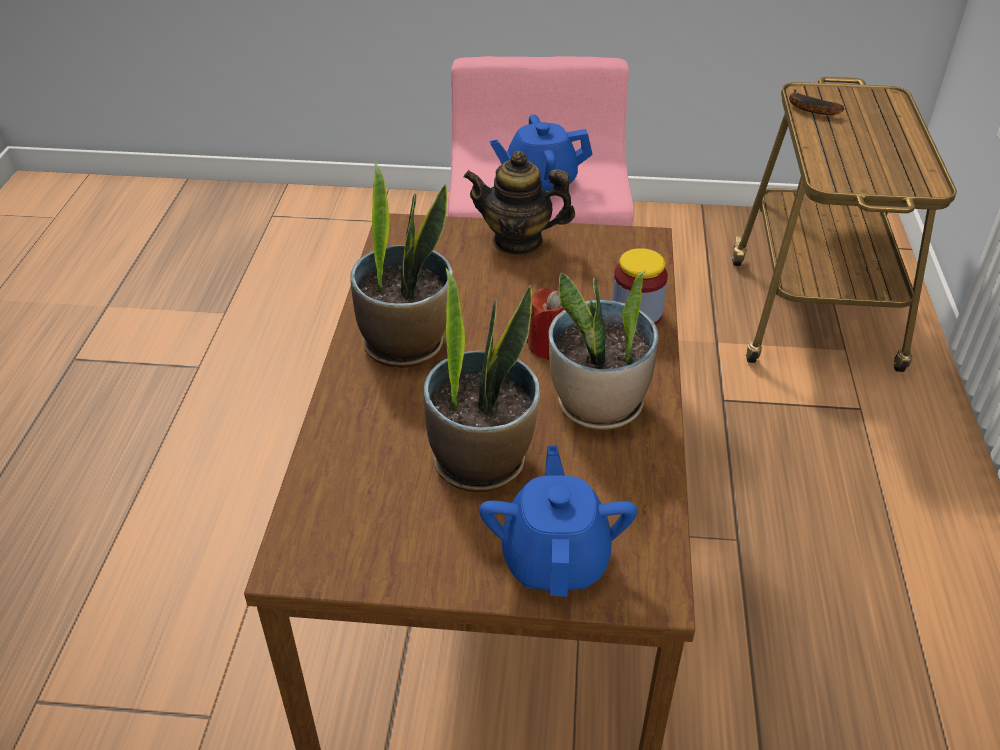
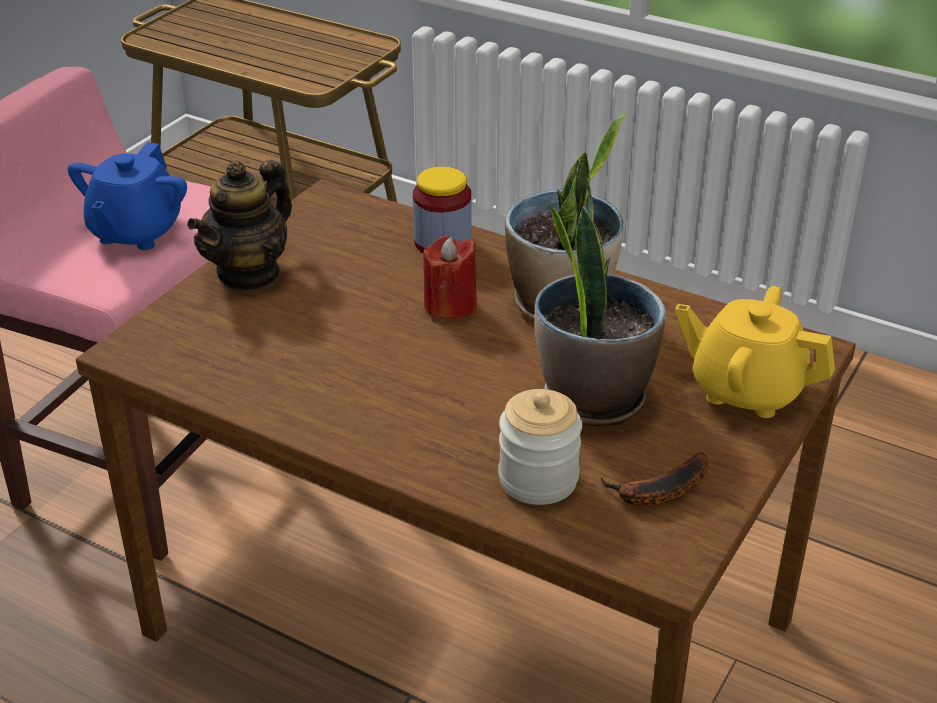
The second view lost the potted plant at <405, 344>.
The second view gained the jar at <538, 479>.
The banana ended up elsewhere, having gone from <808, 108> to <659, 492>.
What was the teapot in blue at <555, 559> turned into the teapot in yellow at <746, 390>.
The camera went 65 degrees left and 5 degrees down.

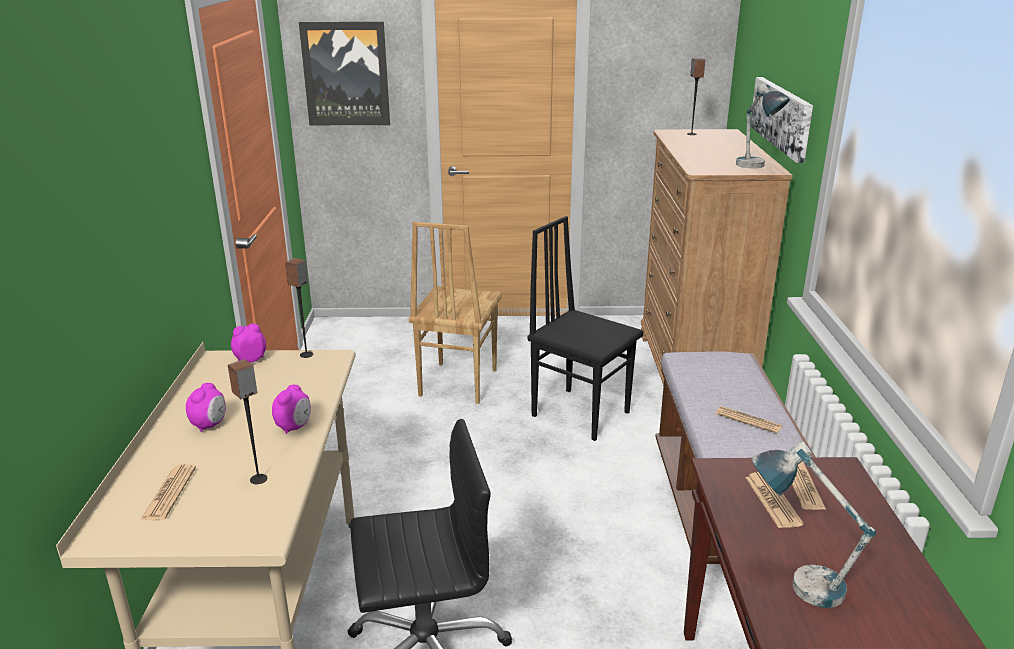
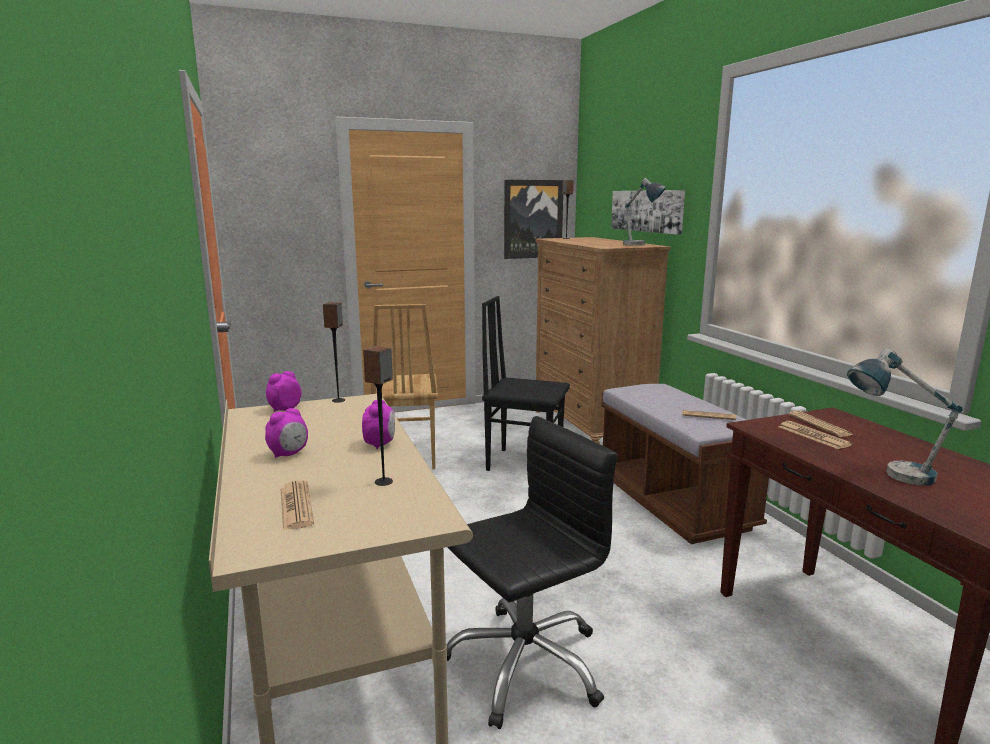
The picture ended up elsewhere, having gone from <346, 74> to <532, 219>.
The alarm clock at <210, 425> ended up facing another way, 45 degrees clockwise from before.
The camera went 20 degrees left and 10 degrees down.

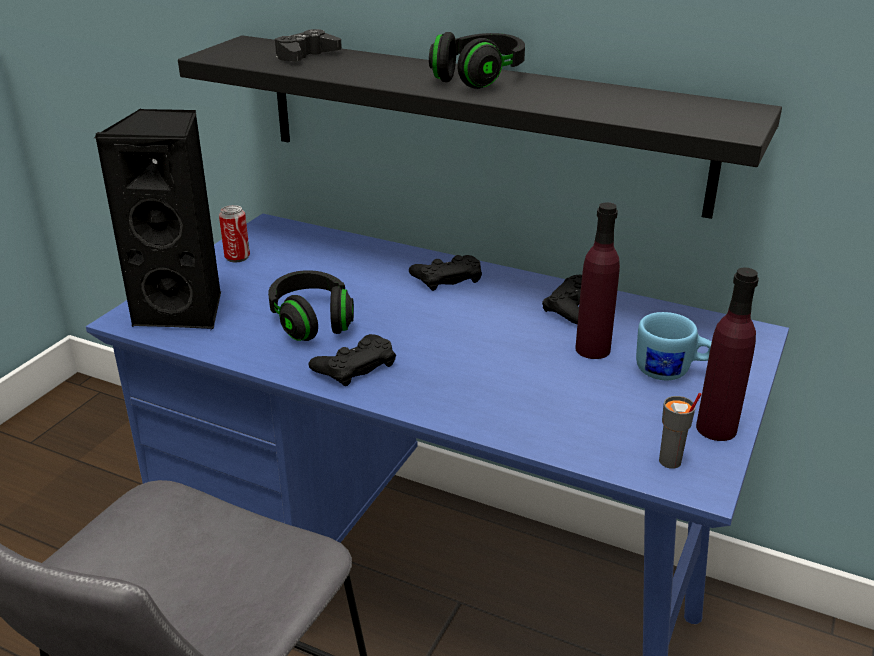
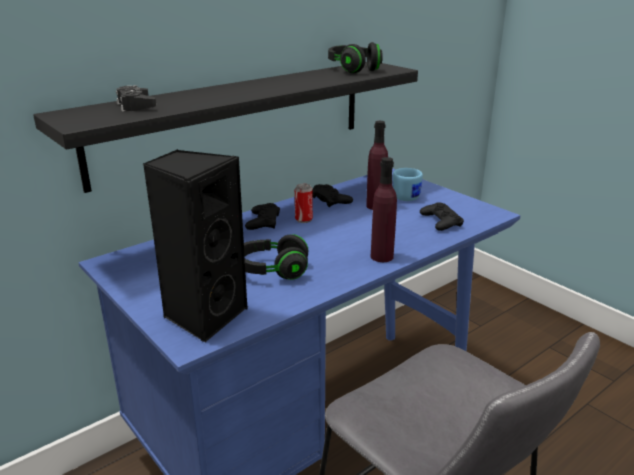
The second view lost the cup in grey at <670, 462>.
The can ended up elsewhere, having gone from <237, 257> to <303, 220>.
The game controller in black ended up elsewhere, having gone from <354, 366> to <441, 221>.
The headphones in black ended up elsewhere, having gone from <478, 78> to <353, 69>.
The bottle in purple ended up elsewhere, having gone from <716, 428> to <382, 256>.
The camera went 65 degrees left and 5 degrees down.

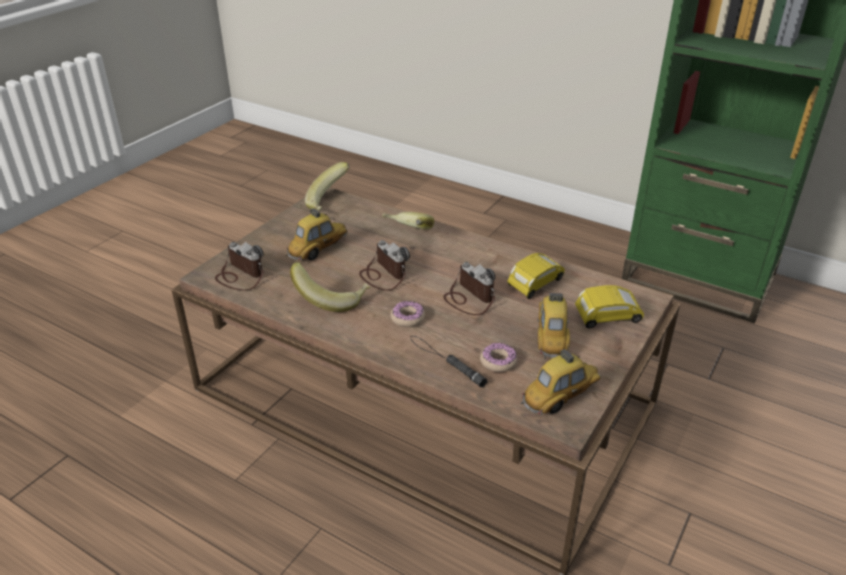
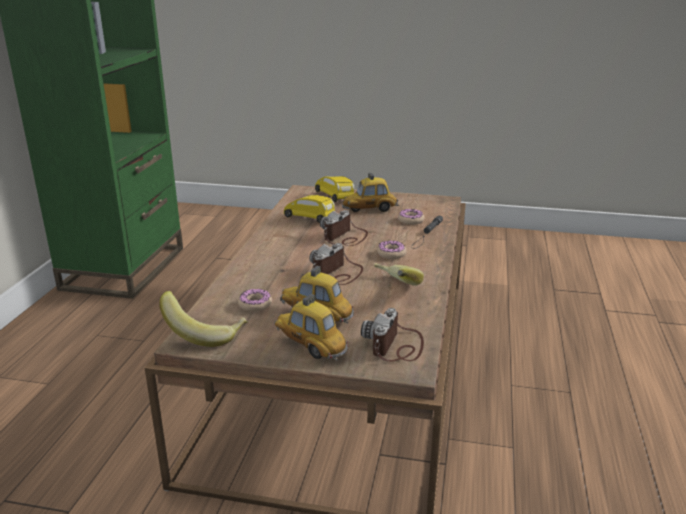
The second view lost the banana at <406, 234>.
The second view gained the donut at <255, 304>.
The toy car ended up elsewhere, having gone from <561, 397> to <309, 346>.
The camera went 110 degrees left and 10 degrees down.

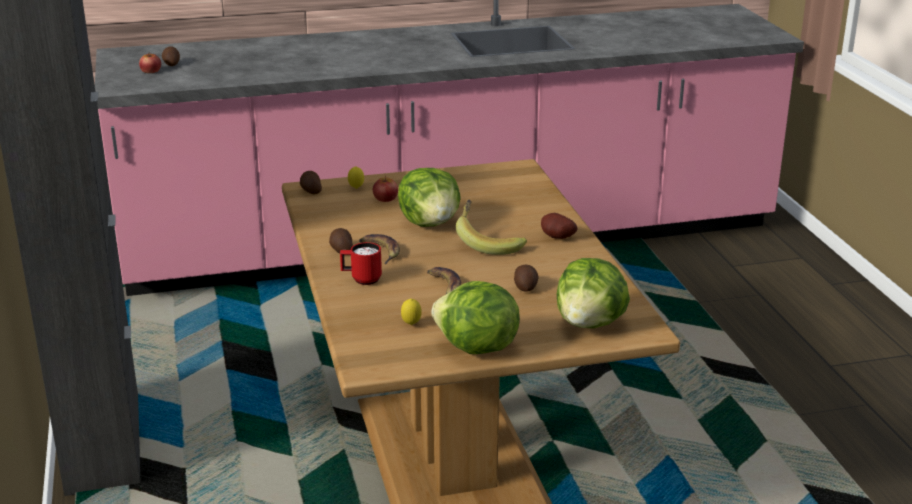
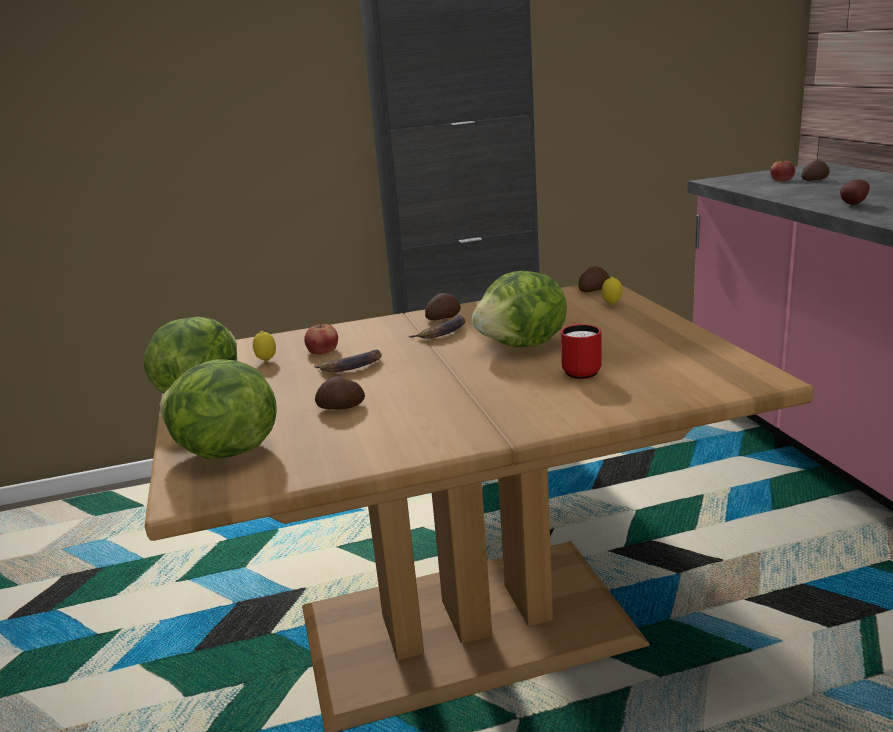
The second view lost the banana at <488, 243>.
The mug in red ended up elsewhere, having gone from <361, 279> to <580, 370>.
The apple ended up elsewhere, having gone from <385, 198> to <323, 350>.
The potato ended up elsewhere, having gone from <556, 238> to <852, 205>.
The camera went 90 degrees right and 5 degrees down.

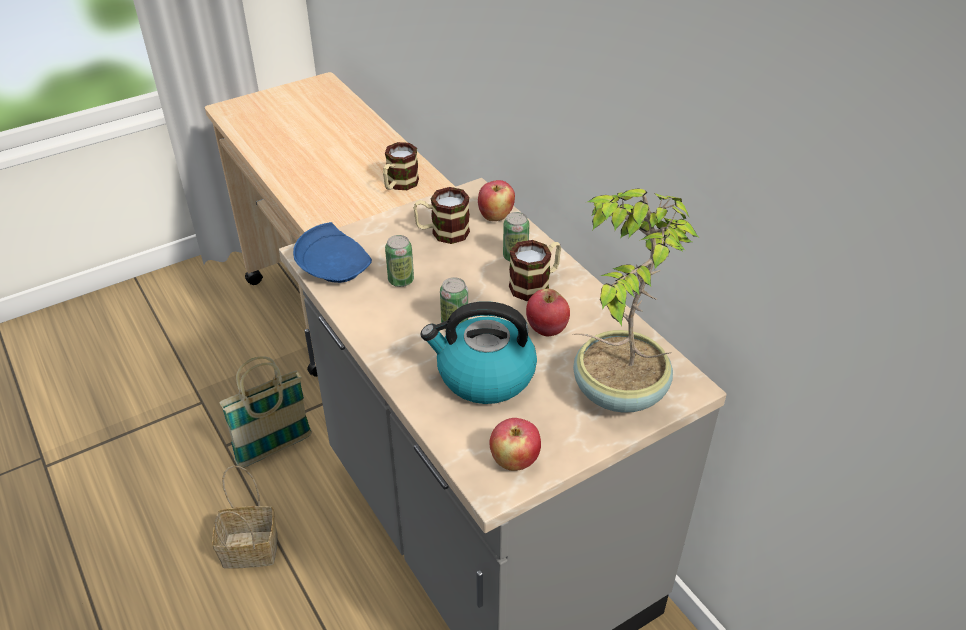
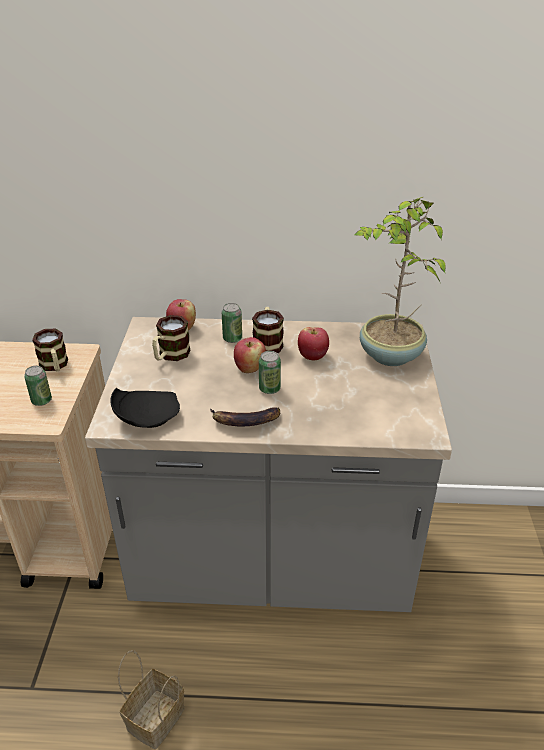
The second view lost the basket at <274, 449>.
The second view lost the kettle at <484, 375>.
The second view gained the banana at <244, 421>.
The can ended up elsewhere, having gone from <401, 280> to <41, 401>.
The apple ended up elsewhere, having gone from <514, 460> to <249, 368>.
What was the plate in blue at <335, 267> turned into the plate in black at <146, 417>.
The camera went 55 degrees left and 5 degrees down.

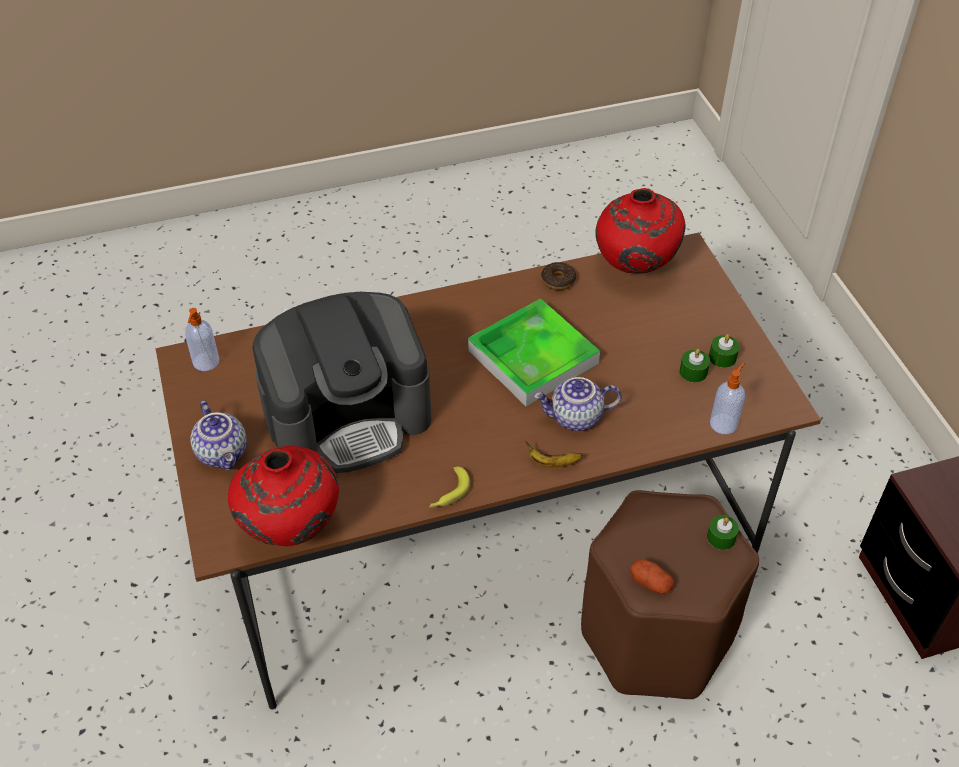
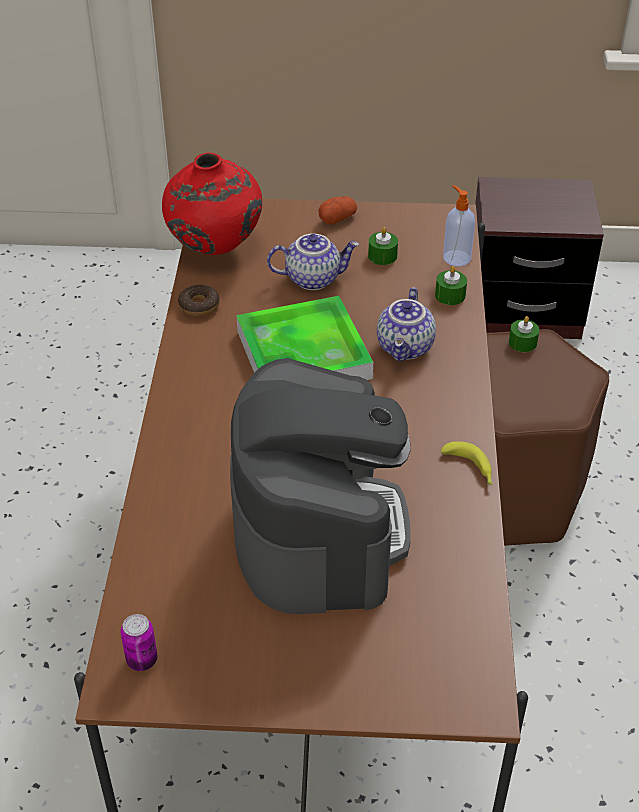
The second view lost the vase in red at <290, 529>.
The second view lost the banana at <552, 463>.
The teapot ended up elsewhere, having gone from <223, 453> to <313, 278>.
The potato ended up elsewhere, having gone from <651, 582> to <337, 218>.
The candle in green ended up elsewhere, having gone from <722, 357> to <450, 295>.
Where the soap dispenser stood at <205, 362>, the can came to stand at <142, 660>.
The camera went 70 degrees left and 5 degrees down.

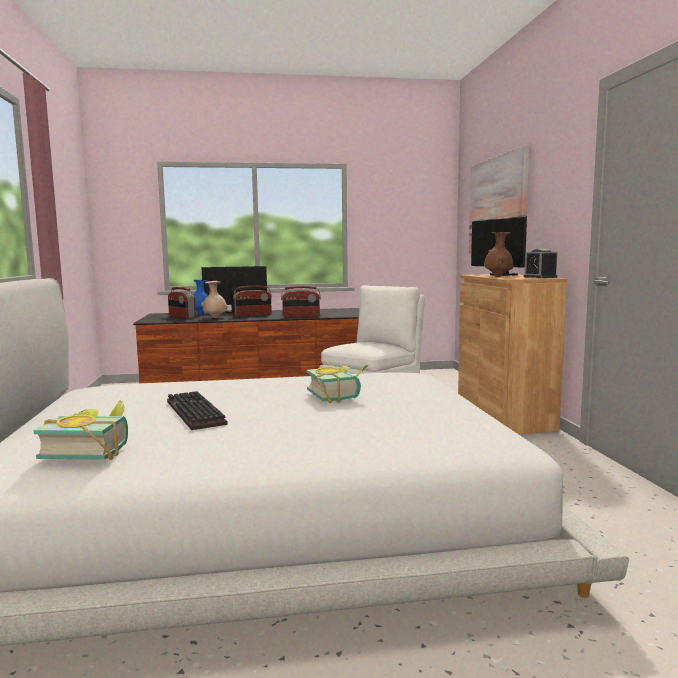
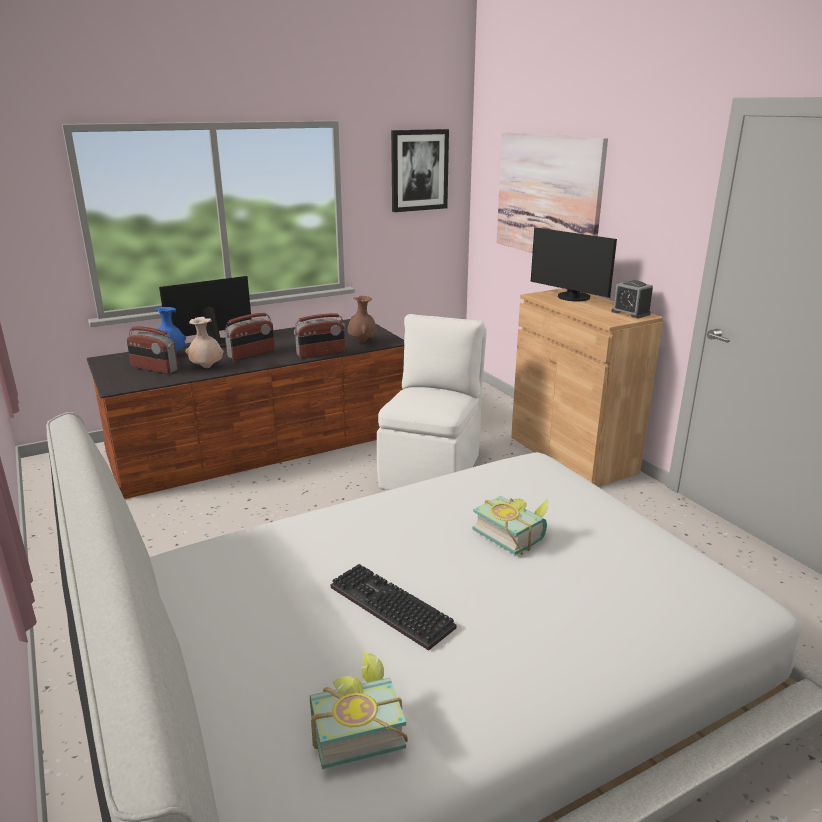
The second view gained the picture at <419, 170>.
The vase in brown ended up elsewhere, having gone from <498, 276> to <362, 342>.
The camera went 20 degrees left and 15 degrees up.

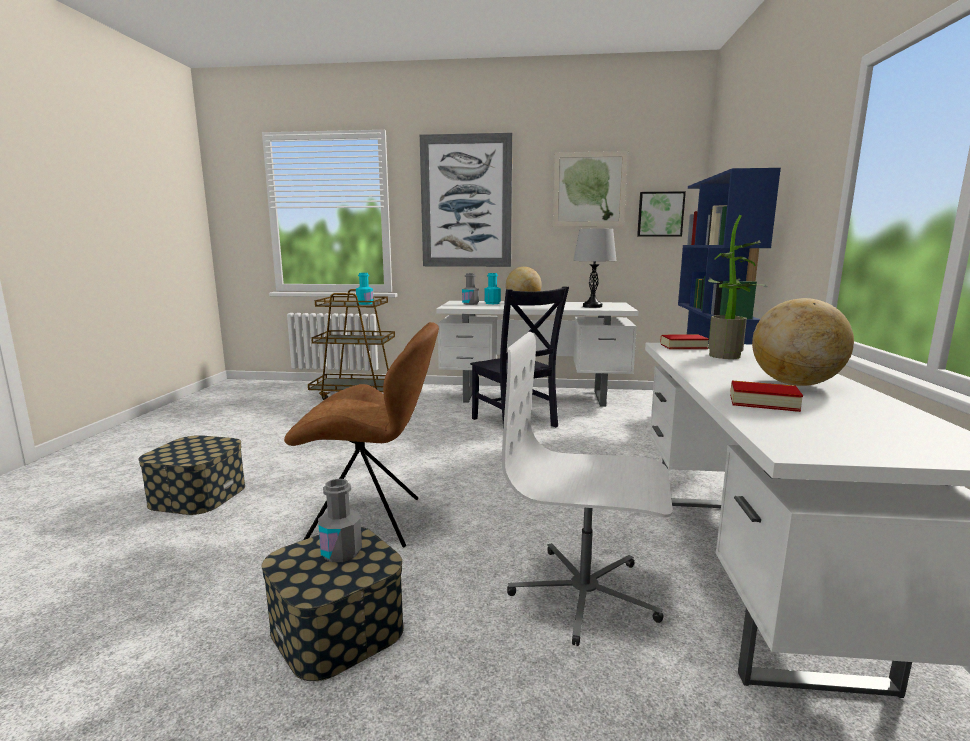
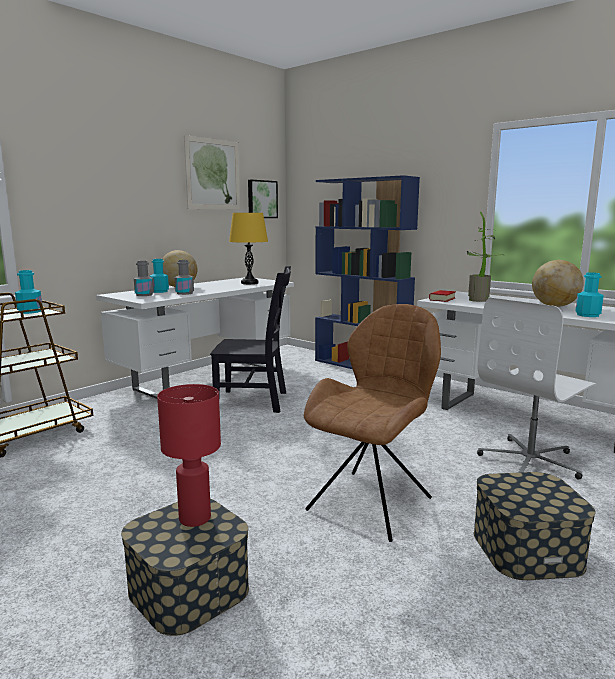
The second view lost the picture at <466, 202>.
The second view gained the table lamp in red at <194, 518>.
The bottle in grey ended up elsewhere, having gone from <341, 552> to <184, 293>.
Where the book stood at <763, 402>, the bottle in turquoise came to stand at <587, 315>.
What was the table lamp in grey at <592, 306> turned into the table lamp in yellow at <249, 283>.
The camera went 55 degrees left and 0 degrees up.

